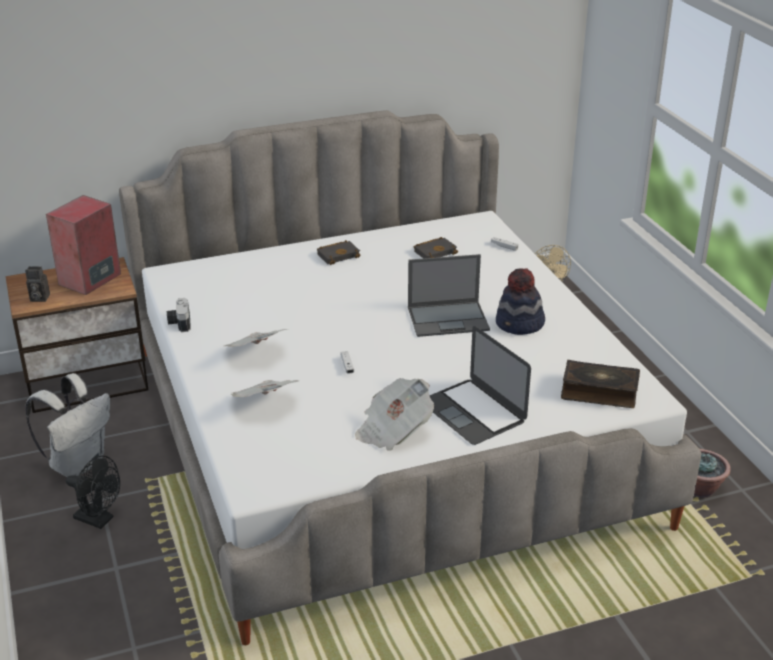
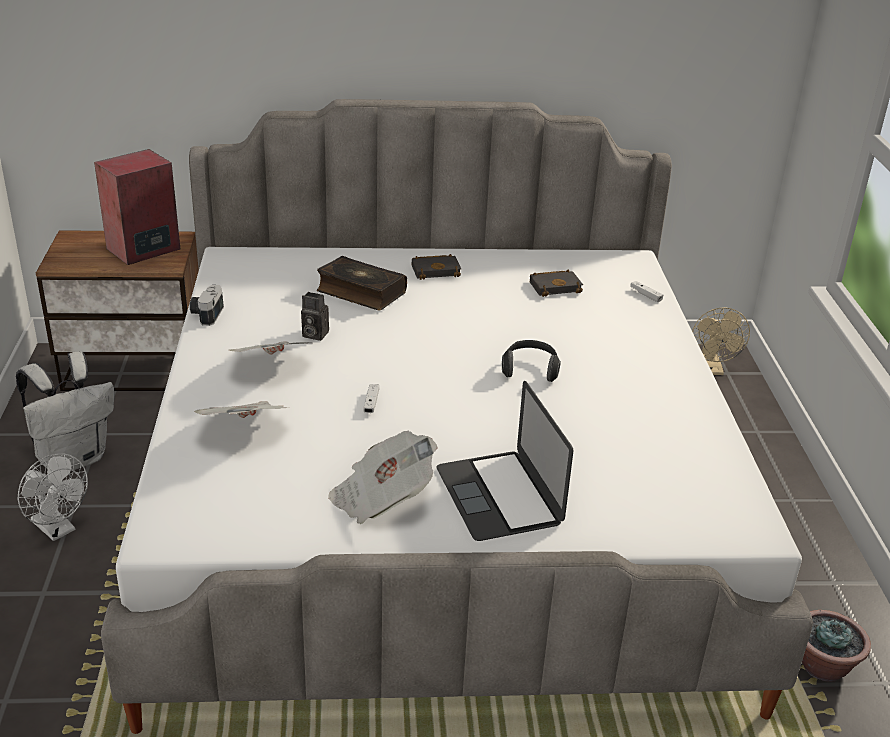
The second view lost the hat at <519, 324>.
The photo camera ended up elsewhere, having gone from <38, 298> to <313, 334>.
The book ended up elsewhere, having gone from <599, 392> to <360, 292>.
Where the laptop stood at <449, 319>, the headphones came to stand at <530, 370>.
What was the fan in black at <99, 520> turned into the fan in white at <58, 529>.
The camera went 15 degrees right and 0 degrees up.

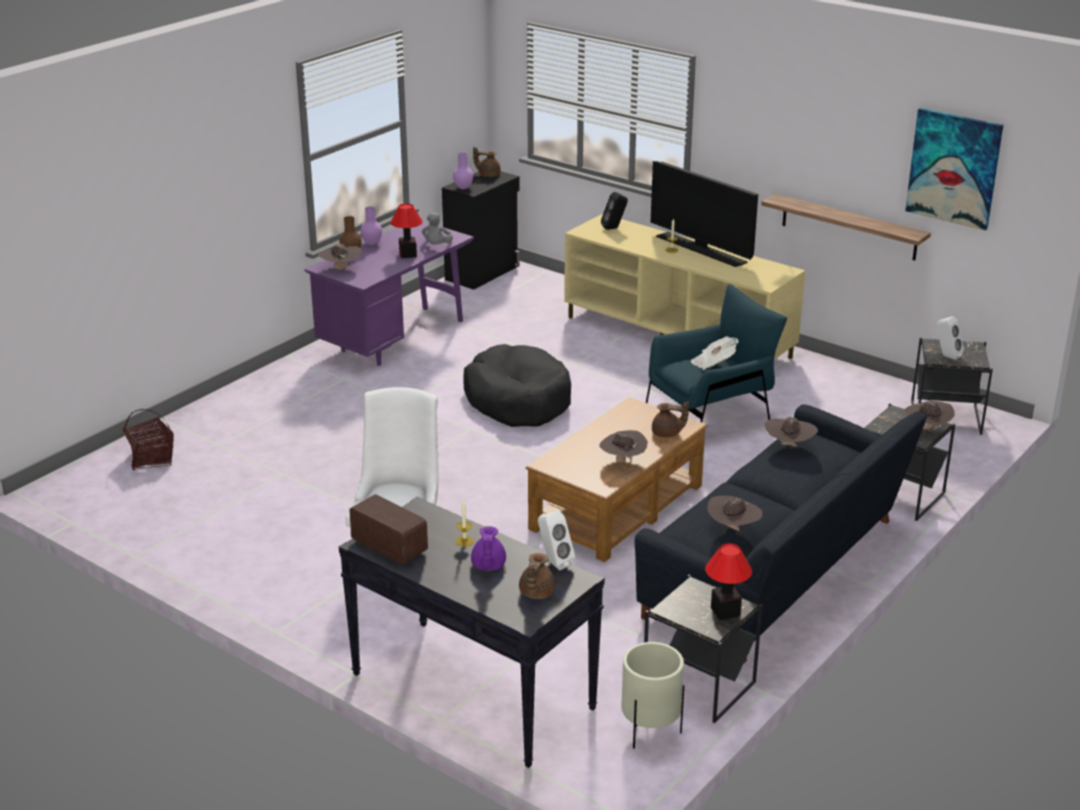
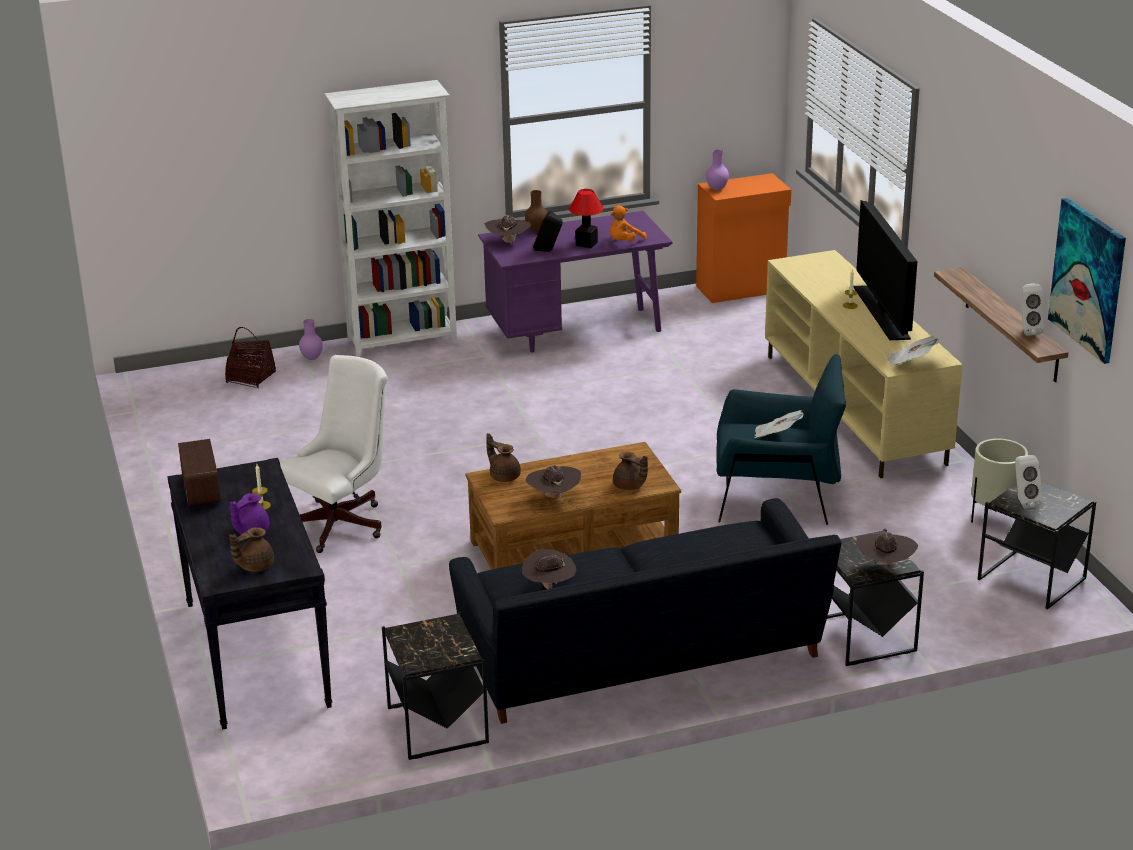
The second view lost the dog bed in black at <518, 400>.
The second view lost the table lamp at <726, 611>.
The second view lost the hat in brown at <789, 446>.
The second view gained the bookcase in white at <403, 341>.
The second view gained the newspaper at <910, 363>.
The vase in purple ended up elsewhere, having gone from <372, 243> to <312, 358>.
The teapot in brown ended up elsewhere, having gone from <488, 175> to <504, 476>.
The speaker in white ended up elsewhere, having gone from <554, 563> to <1027, 331>.
The speaker in black ended up elsewhere, having gone from <614, 228> to <548, 251>.
The planter in beige ended up elsewhere, having gone from <650, 731> to <995, 517>.
What was the plush toy in grey at <437, 246> turned into the plush toy in orange at <624, 242>.
What was the cabinet in black at <483, 273> turned into the cabinet in orange at <741, 289>.
The camera went 35 degrees right and 0 degrees up.

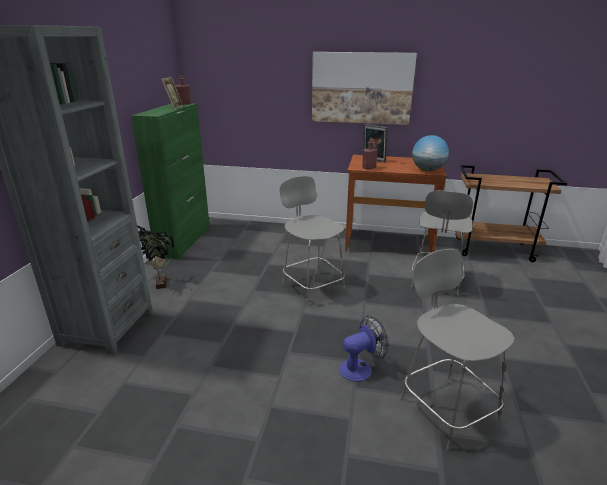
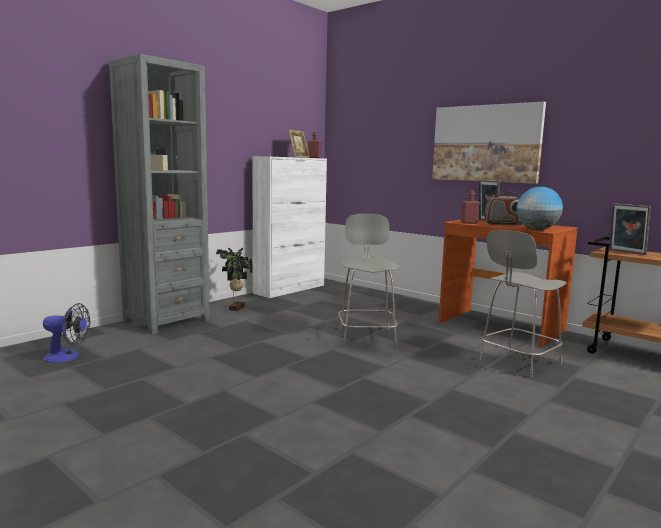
The second view lost the chair in grey at <445, 407>.
The second view gained the radio at <504, 224>.
The second view gained the picture frame at <626, 252>.
The fan ended up elsewhere, having gone from <360, 368> to <67, 357>.
What was the cabinet in green at <184, 240> turned into the cabinet in white at <290, 289>.
The camera went 30 degrees right and 15 degrees down.

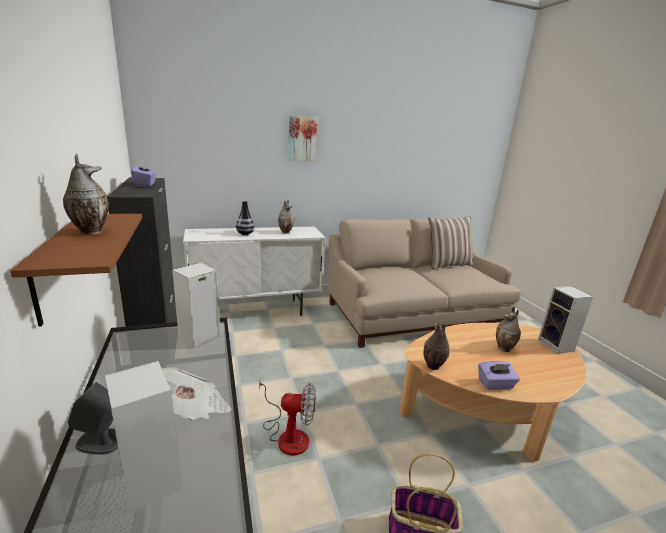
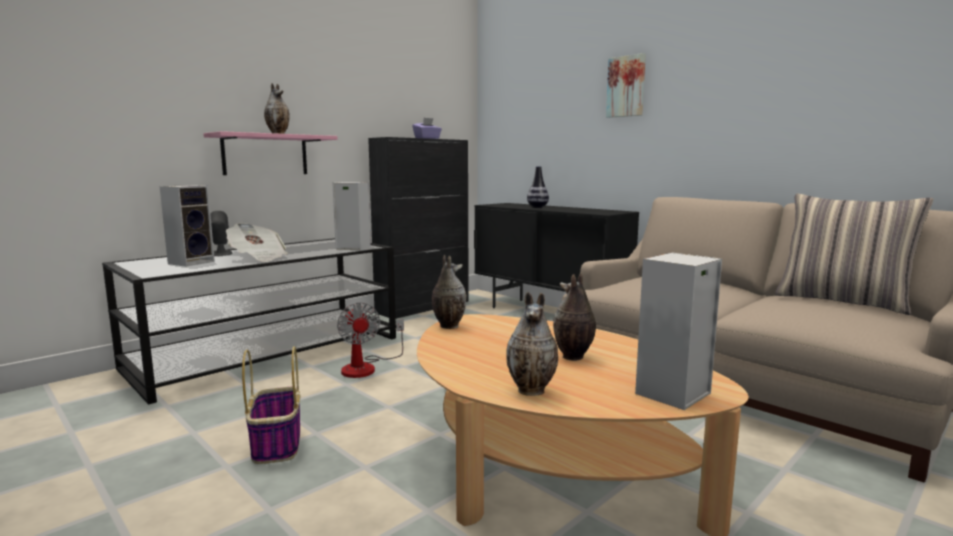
The second view lost the tissue box in purple at <495, 384>.
The vase ended up elsewhere, having gone from <286, 232> to <533, 390>.
What was the shelf in brown at <58, 265> turned into the shelf in pink at <265, 155>.
What was the cabinet in white at <256, 311> turned into the cabinet in black at <548, 314>.
The camera went 65 degrees right and 10 degrees down.

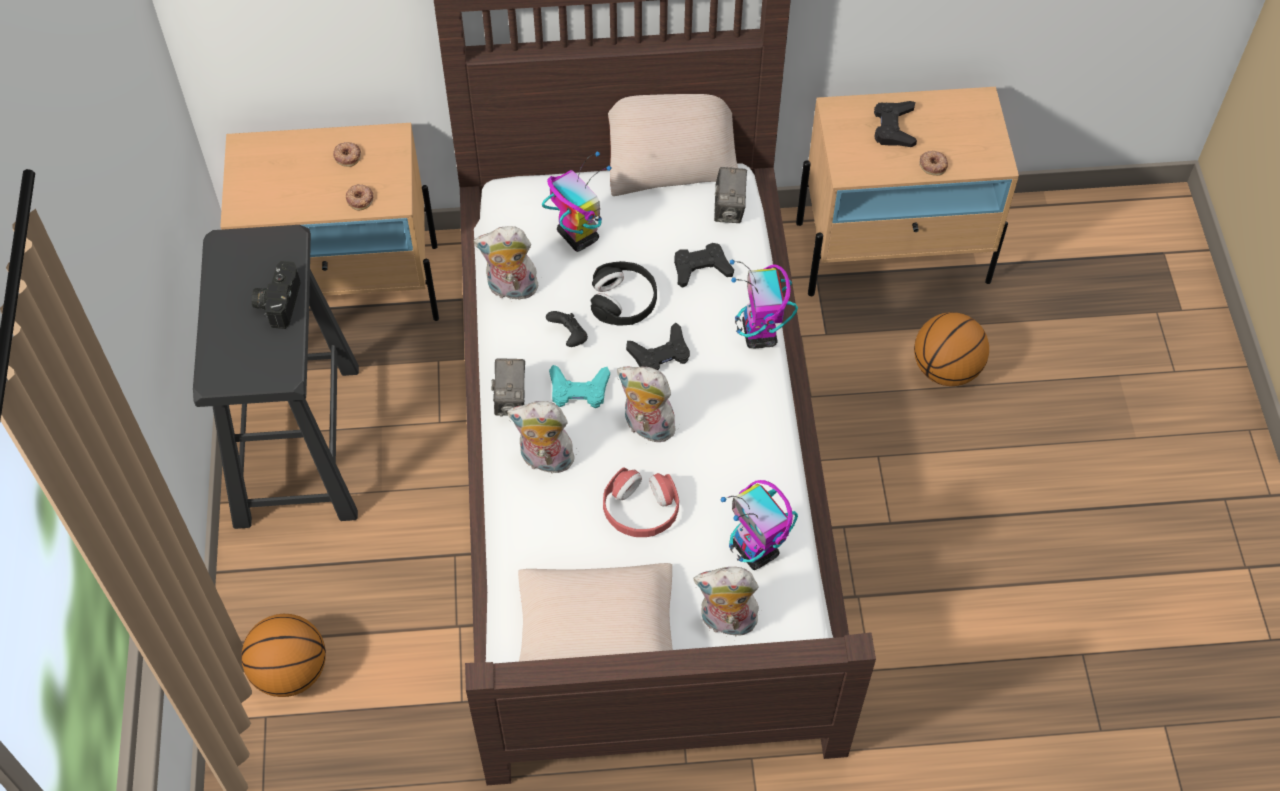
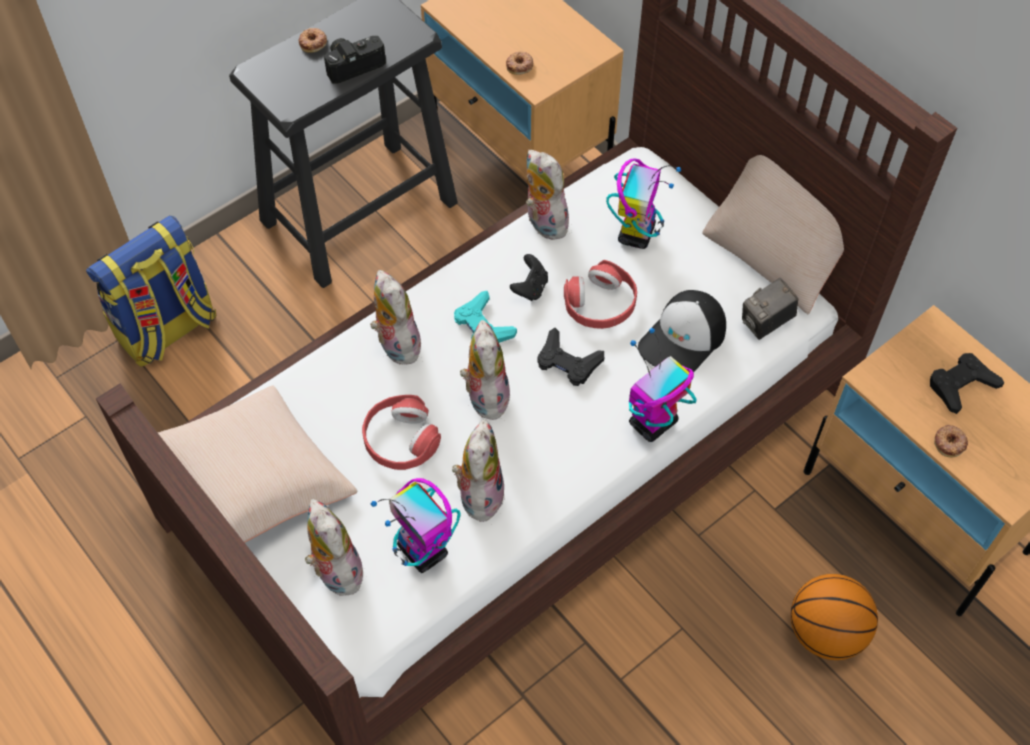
The second view lost the photo camera at <511, 400>.
The second view gained the plush toy at <479, 494>.
The donut ended up elsewhere, having gone from <347, 156> to <313, 42>.
Where the basketball stood at <291, 672>, the backpack came to stand at <167, 330>.
Where the game controller in black stood at <701, 268>, the cap came to stand at <683, 339>.
What was the headphones in black at <624, 300> turned into the headphones in red at <600, 304>.
The toy robot at <755, 551> ended up facing another way, 60 degrees counterclockwise from before.
The camera went 55 degrees right and 0 degrees up.

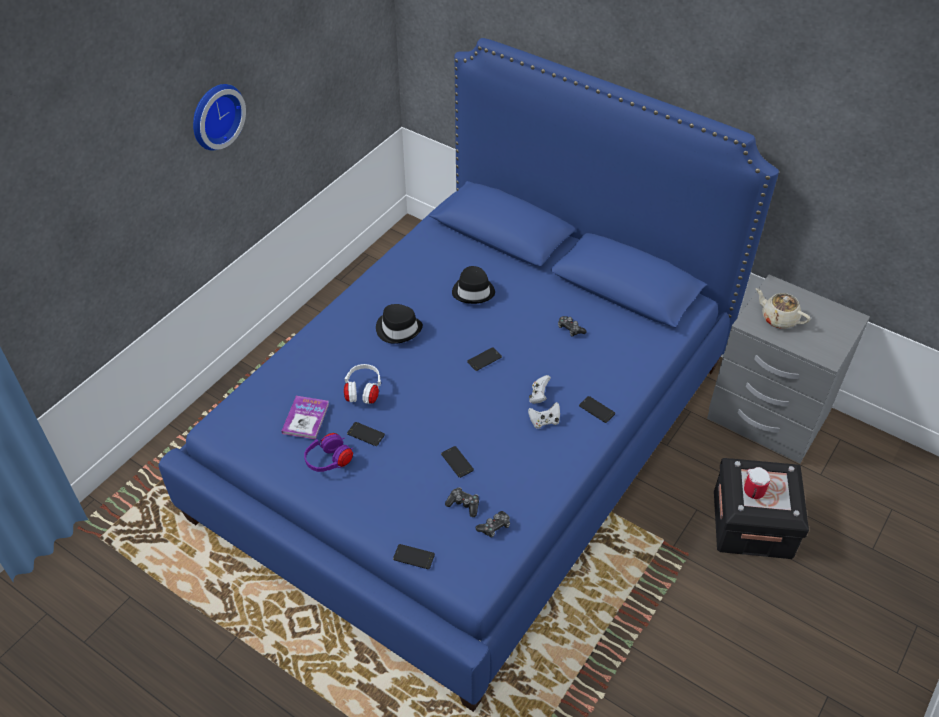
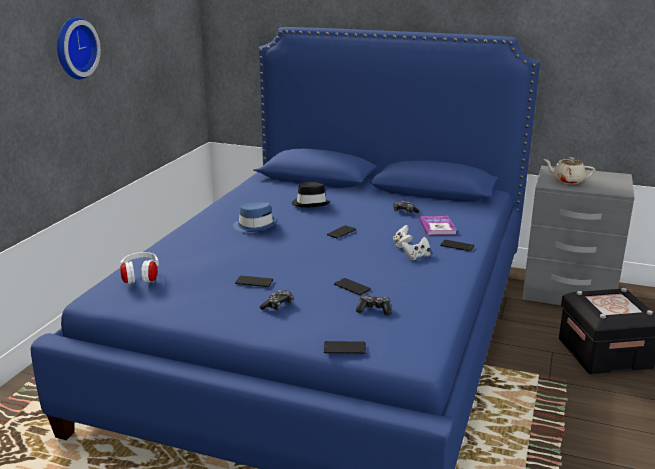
The second view lost the headphones in purple at <329, 461>.
The second view lost the mug at <752, 493>.
The book ended up elsewhere, having gone from <306, 418> to <437, 227>.
The headphones in white ended up elsewhere, having gone from <363, 392> to <140, 278>.
The game controller ended up elsewhere, having gone from <494, 527> to <278, 306>.
What was the hat in black at <398, 329> turned into the hat in blue at <255, 226>.
The camera went 15 degrees left and 25 degrees down.

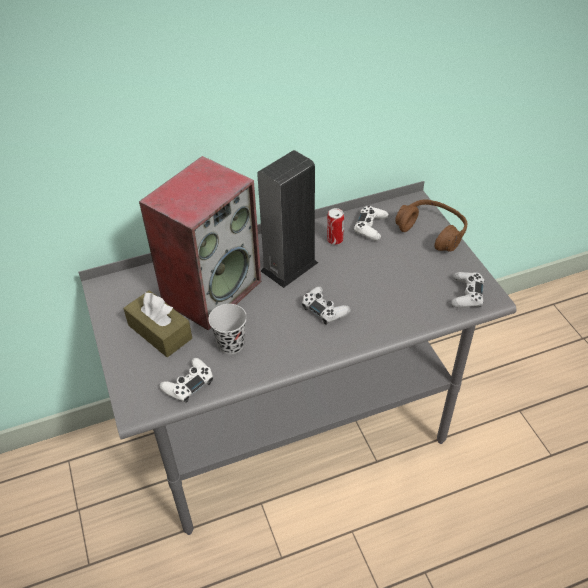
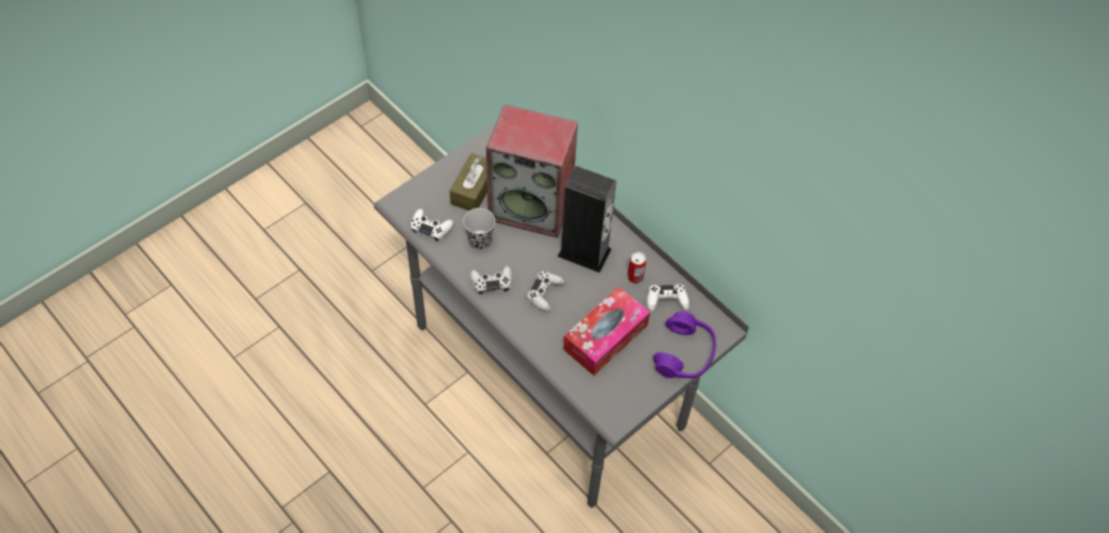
The second view gained the tissue box at <605, 337>.
The game controller in white ended up elsewhere, having gone from <466, 294> to <491, 282>.
What was the headphones in brown at <432, 231> turned into the headphones in purple at <684, 354>.
The camera went 65 degrees right and 10 degrees up.

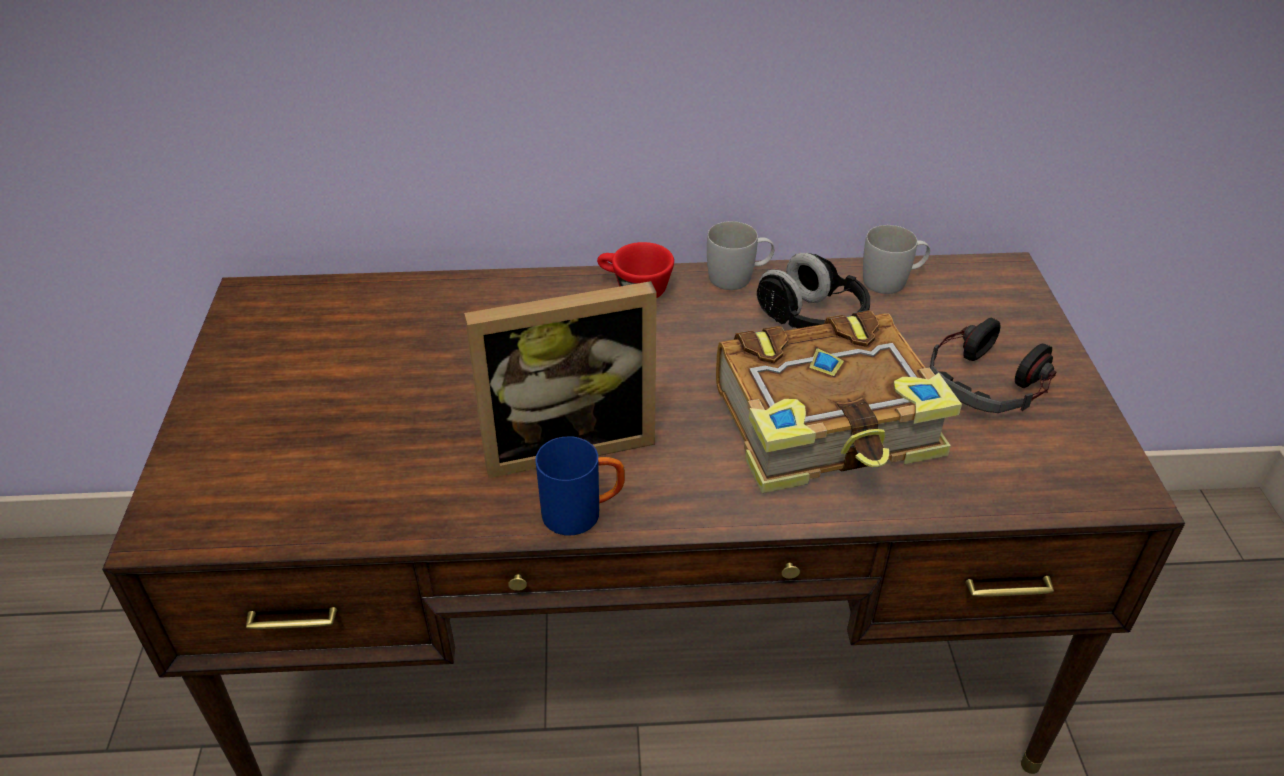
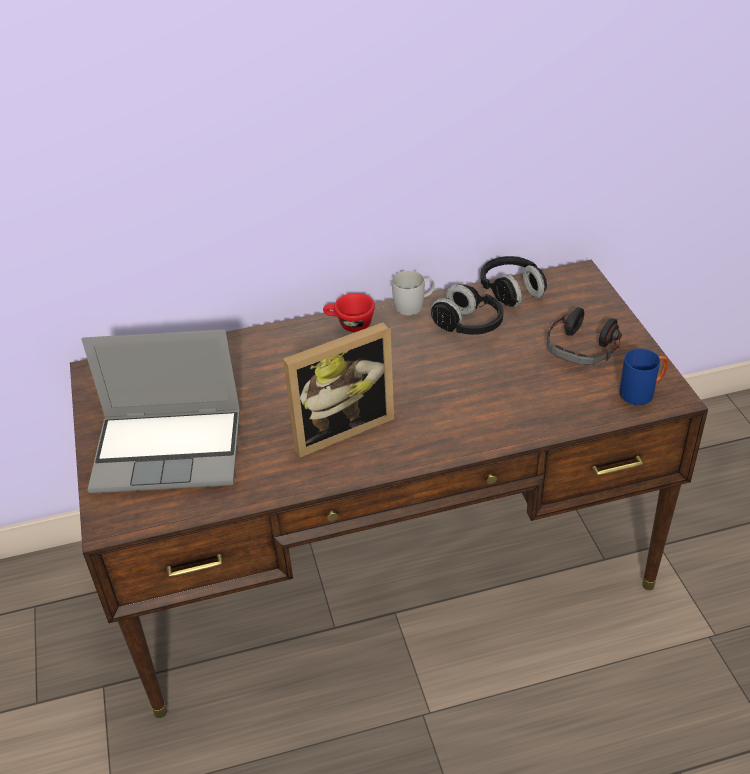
The second view lost the book at <829, 425>.
The second view gained the laptop at <171, 450>.
The mug in blue ended up elsewhere, having gone from <583, 513> to <642, 392>.
Where the mug in white stood at <892, 281>, the headphones in black came to stand at <511, 292>.
The camera went 10 degrees left and 0 degrees up.

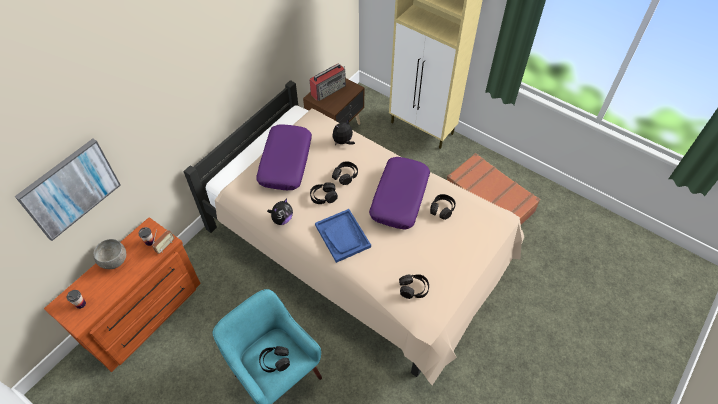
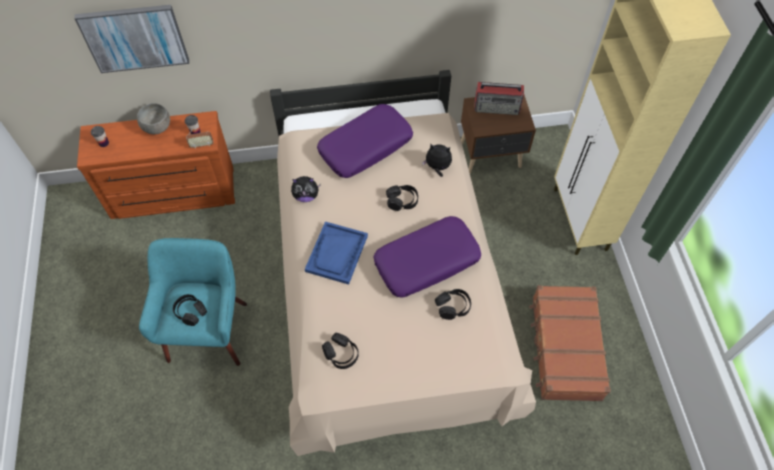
The second view lost the headphones in black at <323, 196>.
The camera went 45 degrees right and 5 degrees up.

